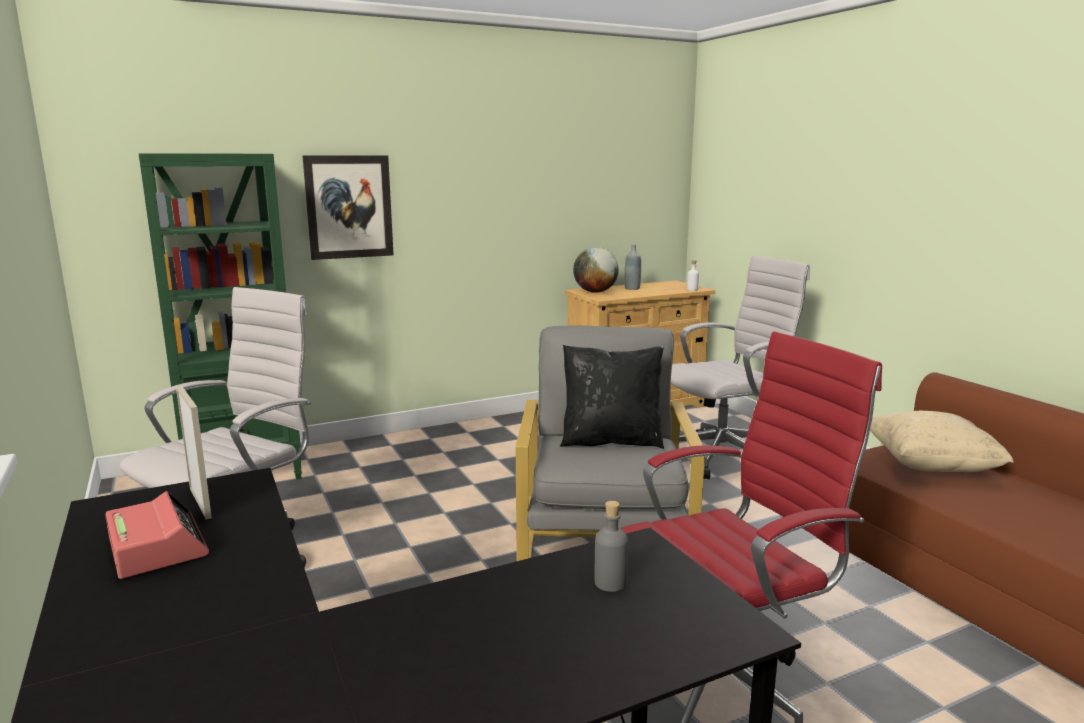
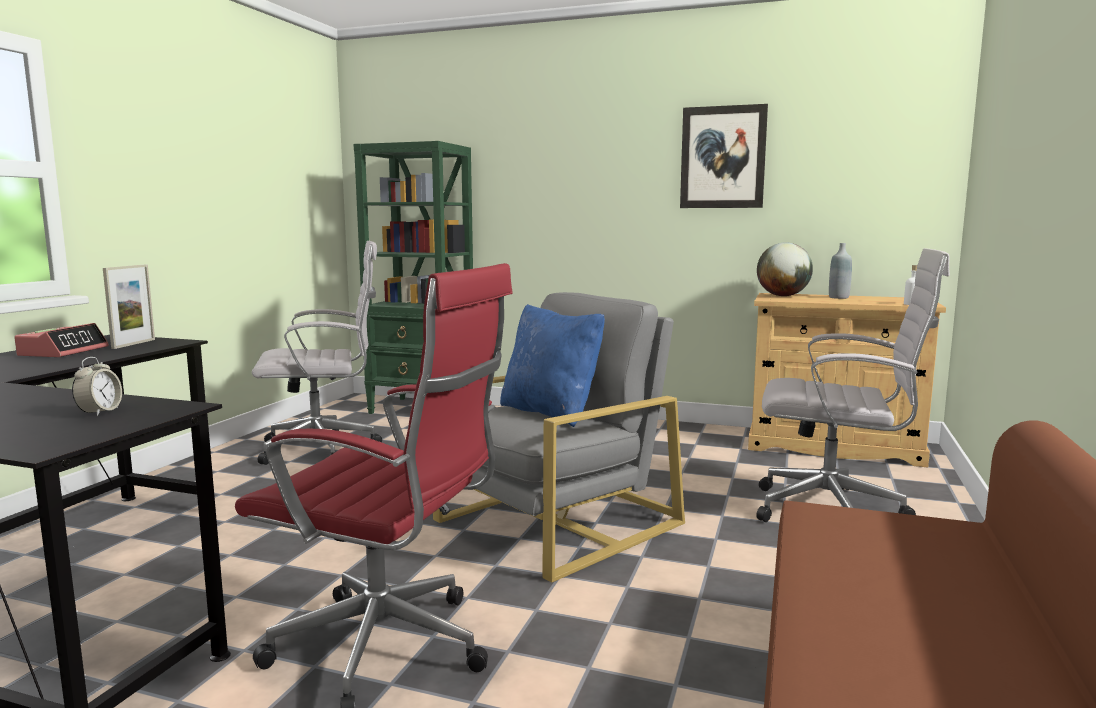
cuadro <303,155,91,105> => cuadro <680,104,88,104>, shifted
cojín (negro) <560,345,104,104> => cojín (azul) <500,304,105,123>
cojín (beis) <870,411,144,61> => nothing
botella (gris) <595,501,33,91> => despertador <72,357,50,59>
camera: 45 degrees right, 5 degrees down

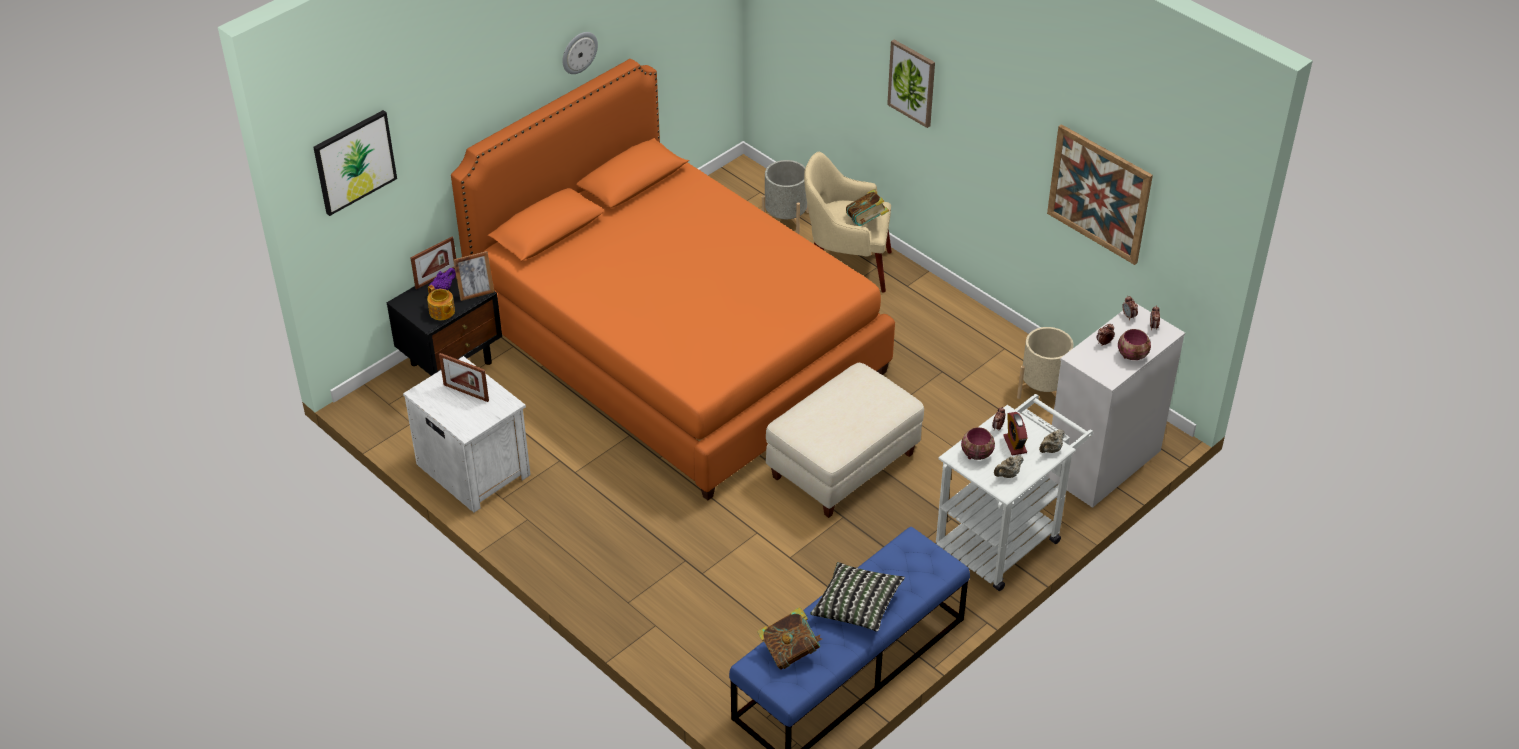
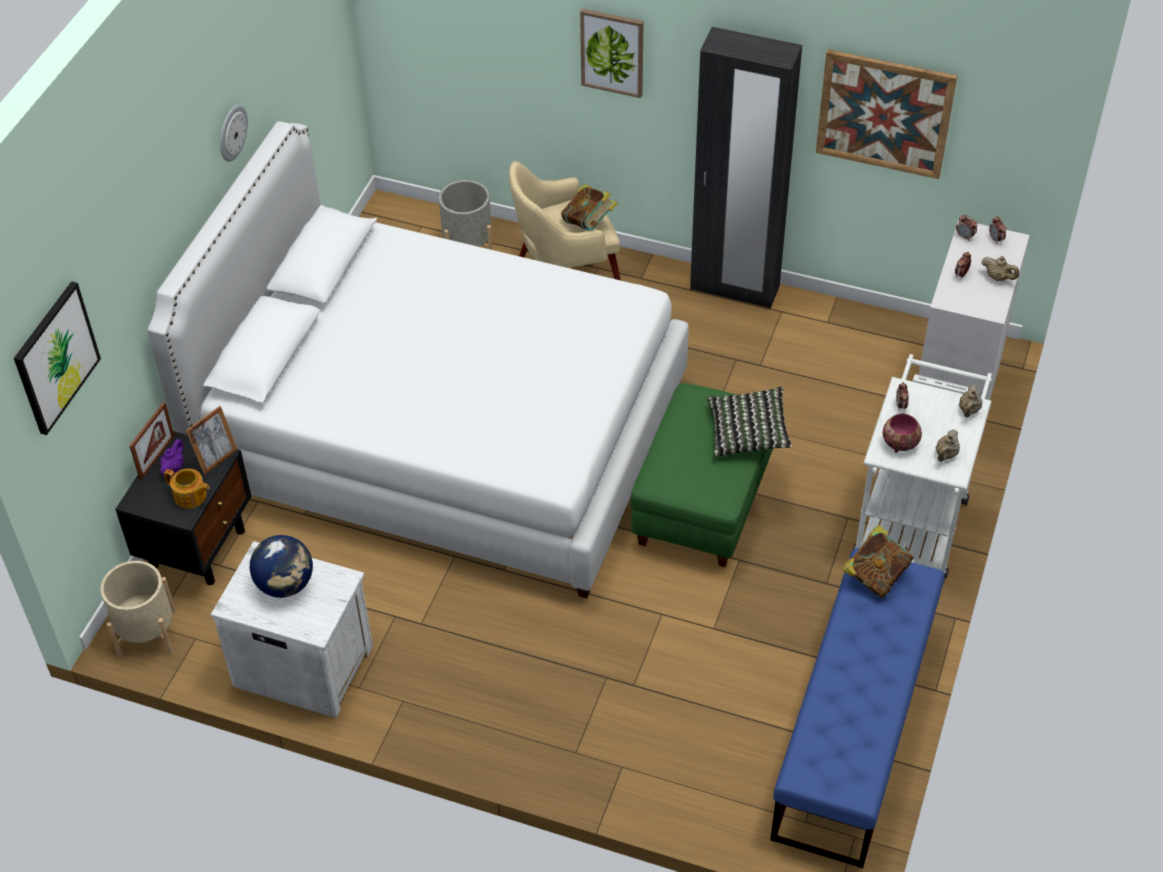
cama (naranja) <451,59,444,441> => cama (blanco) <147,121,542,477>
maceta (beis) <1017,327,56,72> => maceta (beis) <100,561,76,96>, shifted
cuenco <1118,329,33,31> => tetera (beis) <981,256,38,25>
portarretratos <439,353,50,49> => globo terráqueo <250,535,63,63>
puf (beis) <766,363,158,155> => puf (verde) <630,383,143,184>
despertador <1003,412,25,43> => nothing
cojín <810,562,95,70> => cojín <707,387,85,70>, shifted
libro <757,607,65,63> => libro <842,525,72,72>, shifted
nothing => armario ropero (negro) <690,27,112,282>
camera: 25 degrees left, 5 degrees up

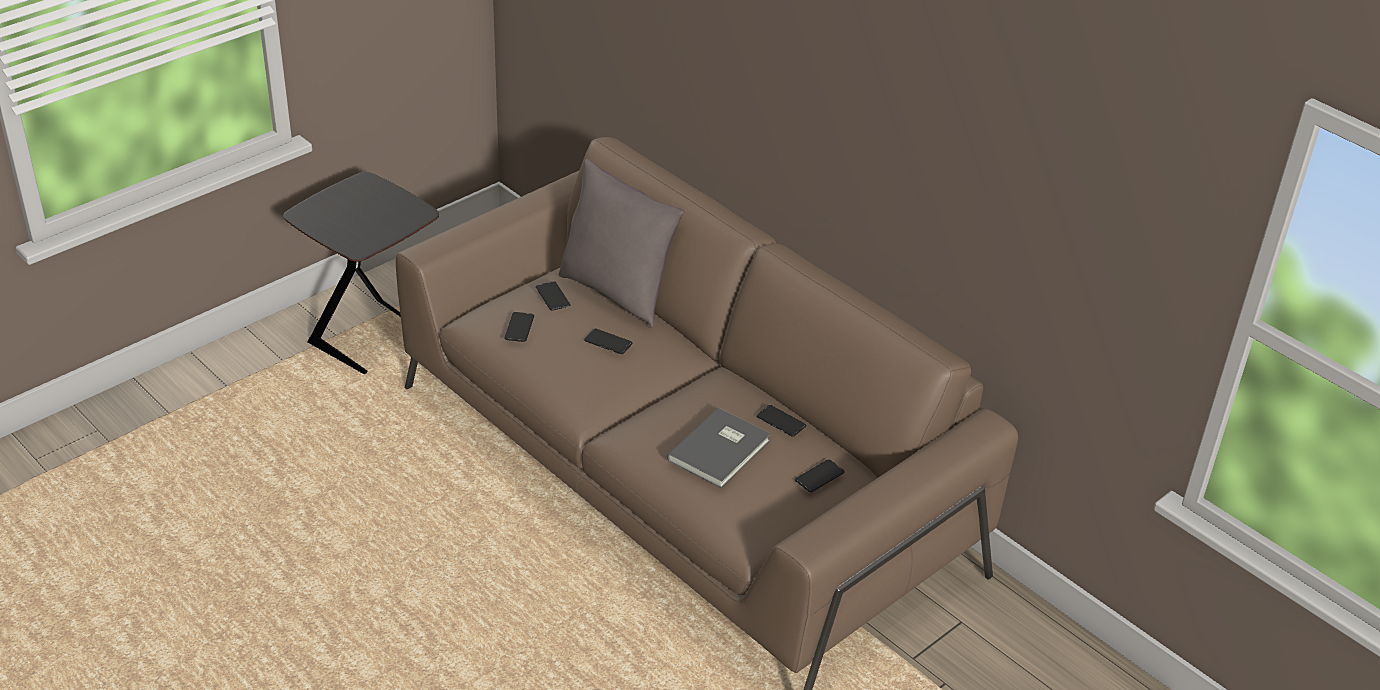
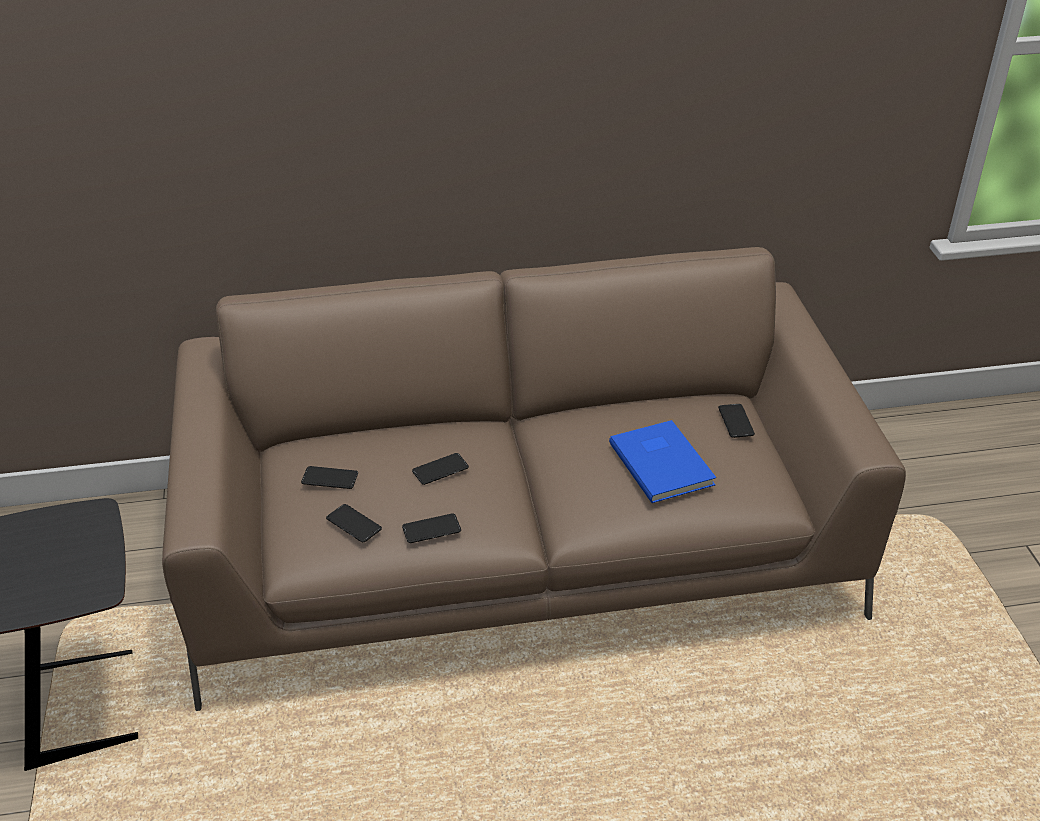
cojín (gris) <558,159,126,169> => nothing
móvil <757,405,49,32> => móvil <402,513,59,30>, shifted
libro (gris) <667,408,104,80> => libro (azul) <609,420,107,83>
camera: 55 degrees left, 0 degrees up

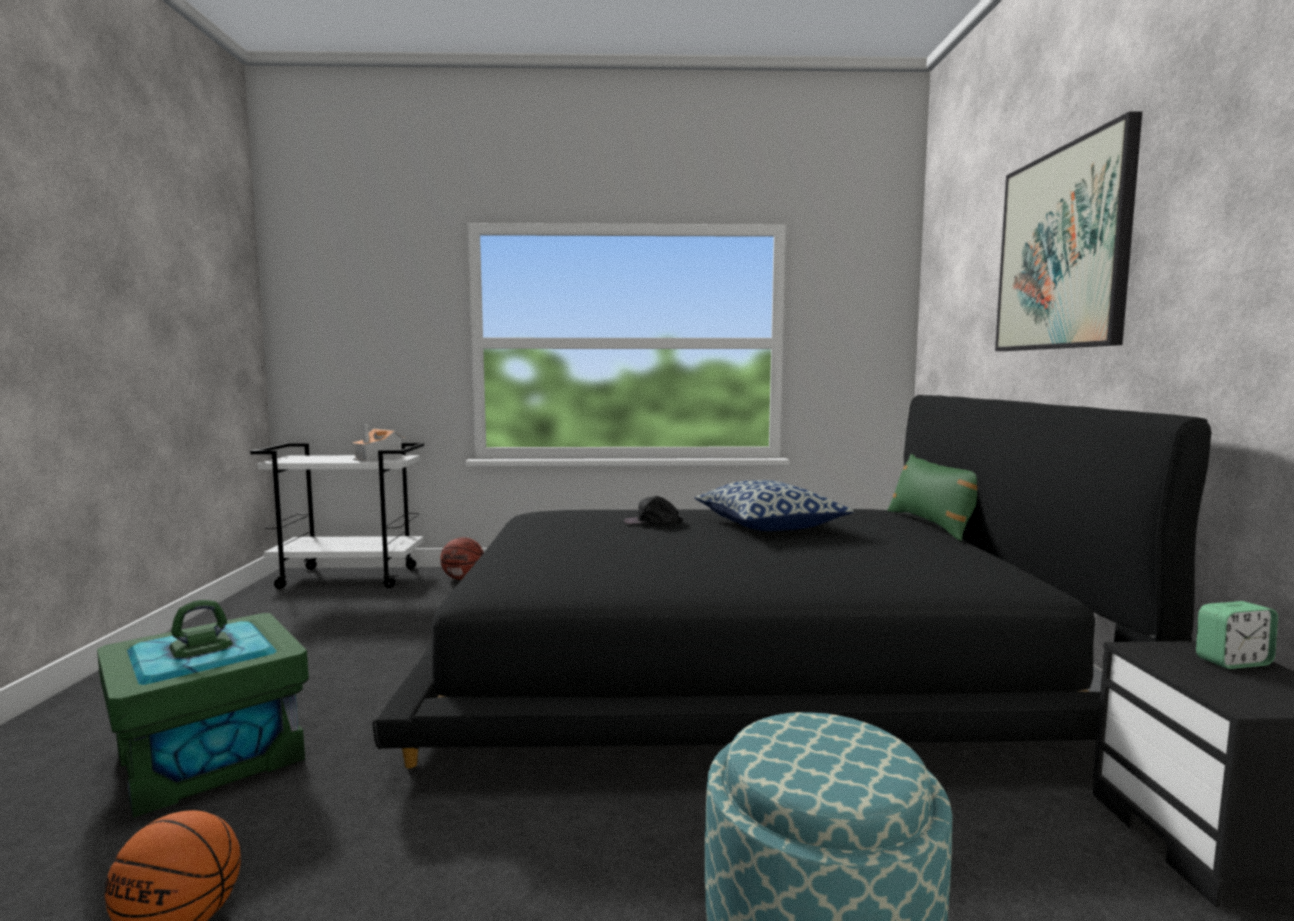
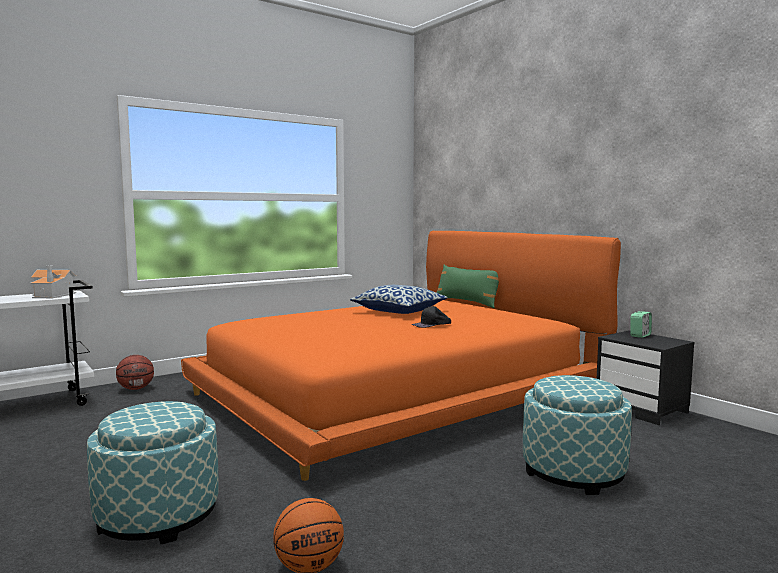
cuadro <995,111,147,240> => nothing
cama (negro) <372,395,839,373> => cama (naranja) <181,231,440,250>
gorra (negro) <624,496,59,28> => gorra (negro) <411,306,40,22>, shifted
caja de almacenaje (verde) <97,600,212,218> => puf <87,401,131,143>
camera: 35 degrees left, 0 degrees up

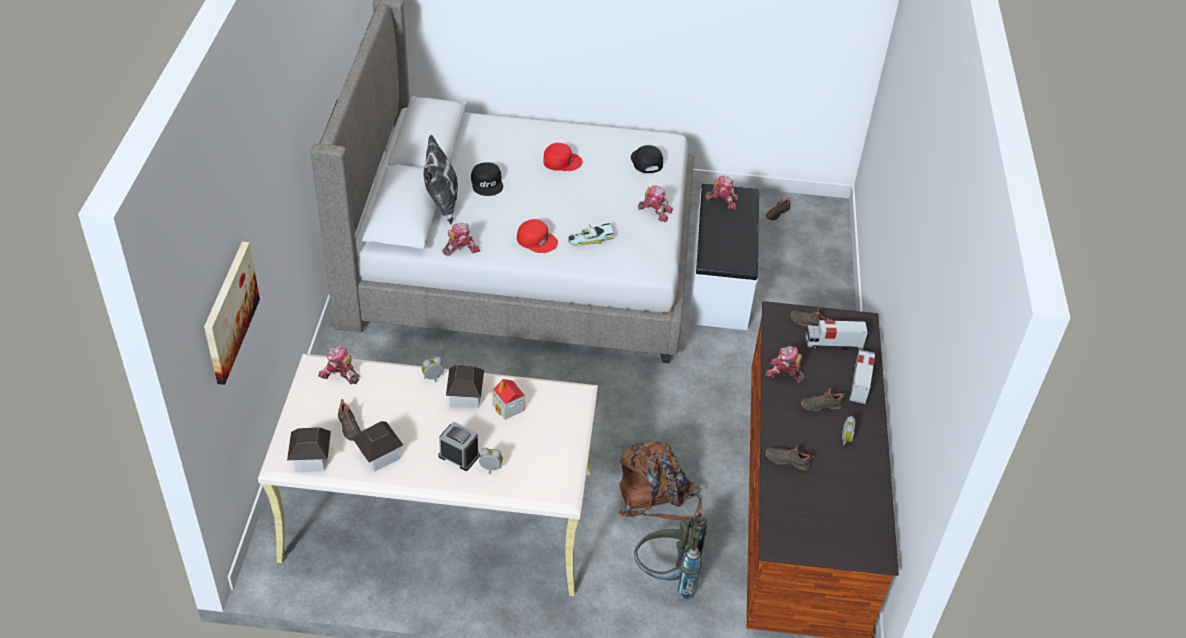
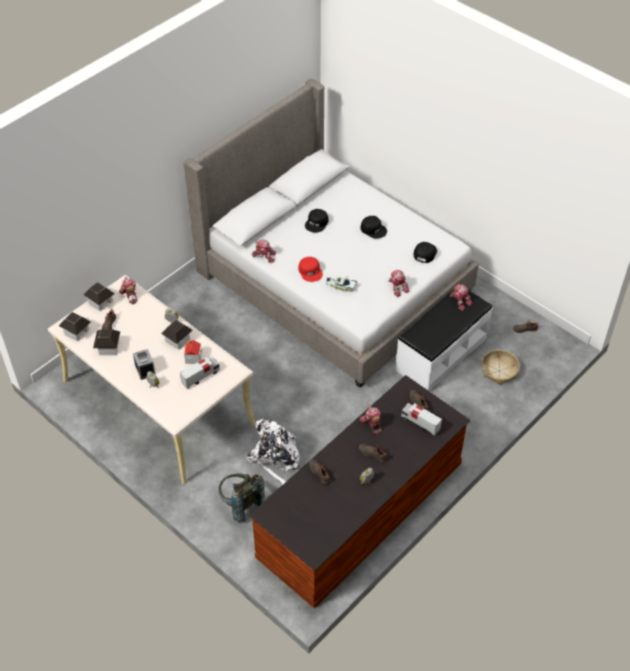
cojín <423,134,35,91> => nothing
gorra (rojo) <543,143,39,28> => gorra (negro) <361,216,26,22>
cuadro <204,241,56,144> => nothing
camión de juguete <850,349,25,55> => camión de juguete <180,357,40,32>, shifted
mochila (marrón) <619,442,82,79> => mochila (blanco) <247,419,53,67>
nothing => casita <83,282,32,29>
nothing => cesta <481,350,39,35>
camera: 40 degrees right, 5 degrees up

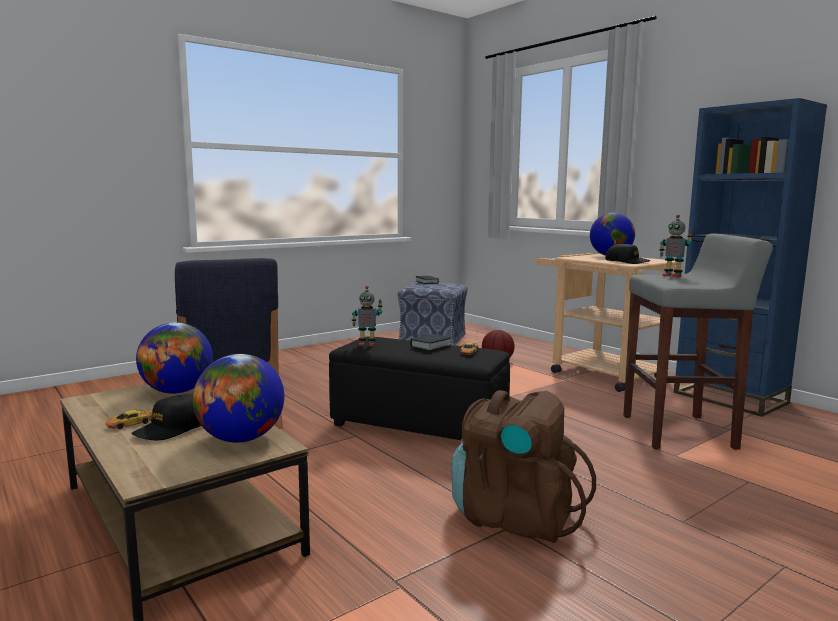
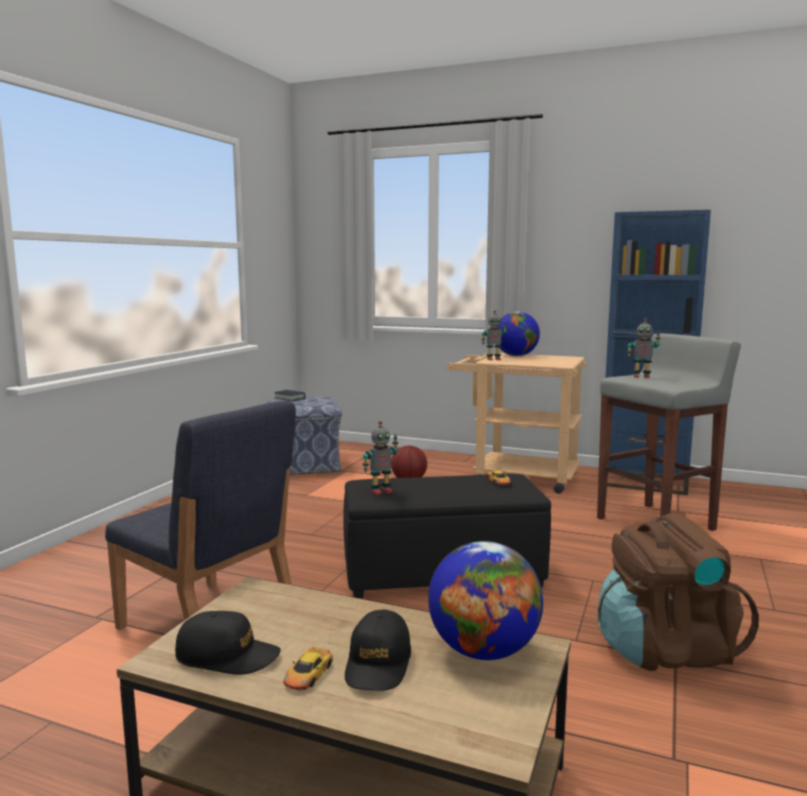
gorra (negro) <605,243,45,21> => gorra (negro) <175,611,106,64>, shifted
globo terráqueo <136,322,77,72> => nothing
libro <410,334,42,17> => nothing
nothing => robot de juguete <482,310,25,50>
camera: 30 degrees left, 0 degrees up

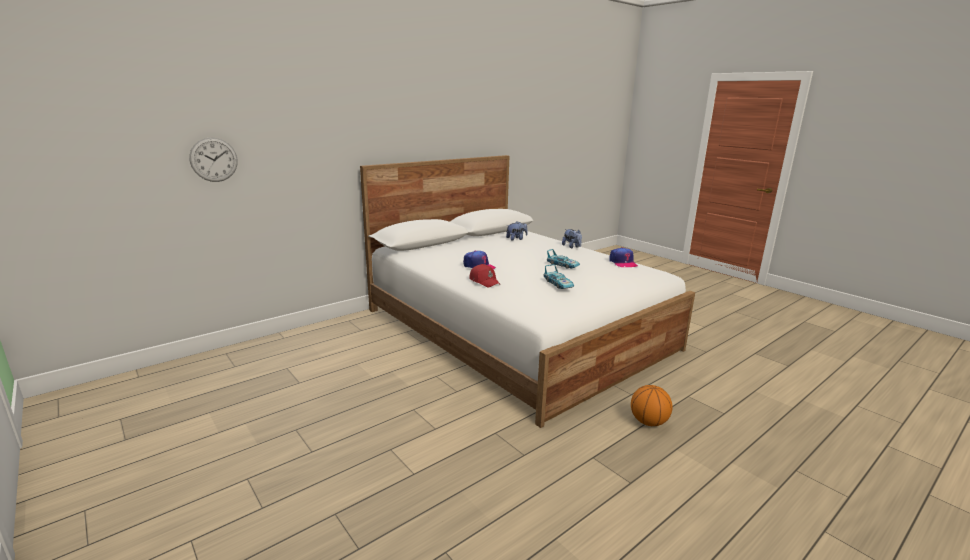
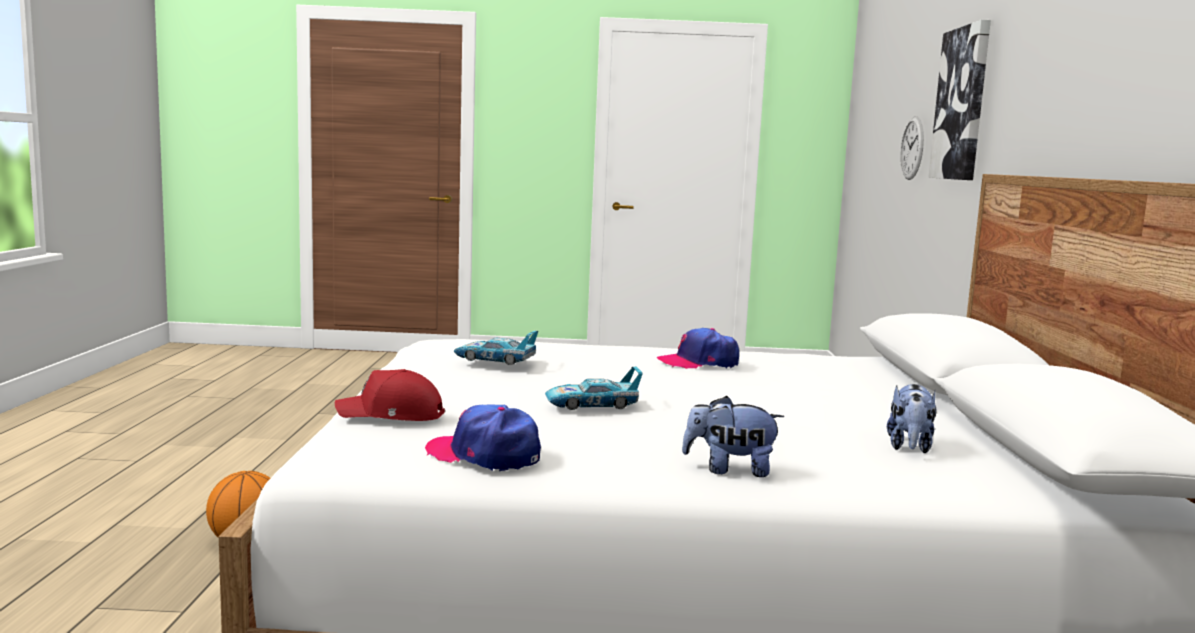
gorra (rojo) <469,264,31,23> => gorra (rojo) <335,369,110,52>, shifted
nothing => cuadro <928,20,63,160>
camera: 130 degrees right, 10 degrees down

